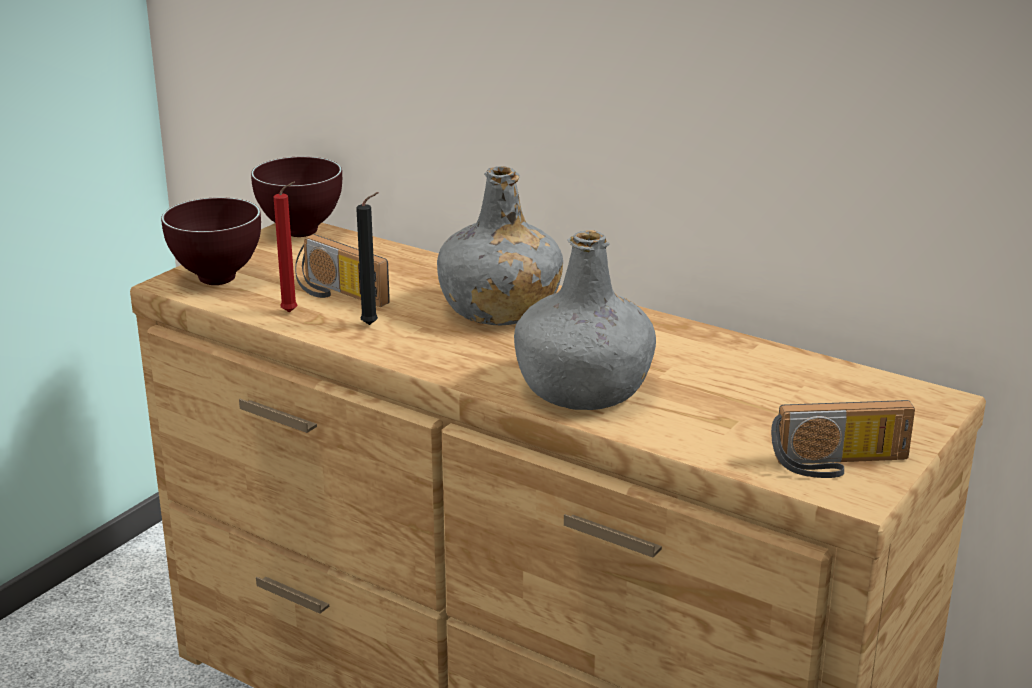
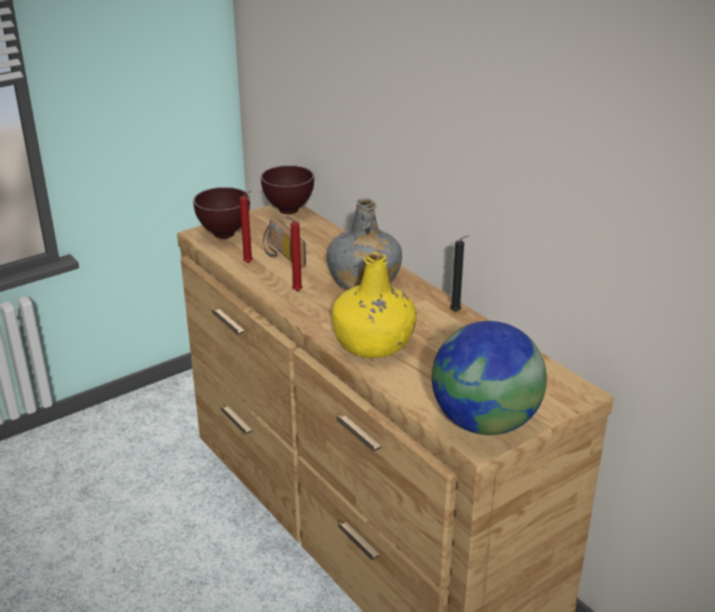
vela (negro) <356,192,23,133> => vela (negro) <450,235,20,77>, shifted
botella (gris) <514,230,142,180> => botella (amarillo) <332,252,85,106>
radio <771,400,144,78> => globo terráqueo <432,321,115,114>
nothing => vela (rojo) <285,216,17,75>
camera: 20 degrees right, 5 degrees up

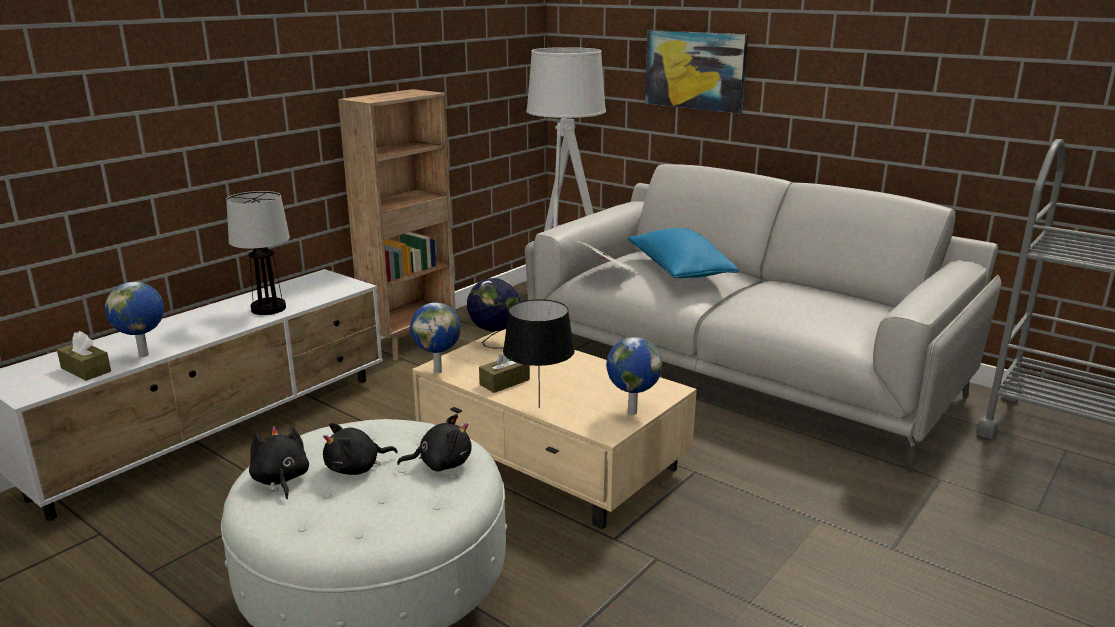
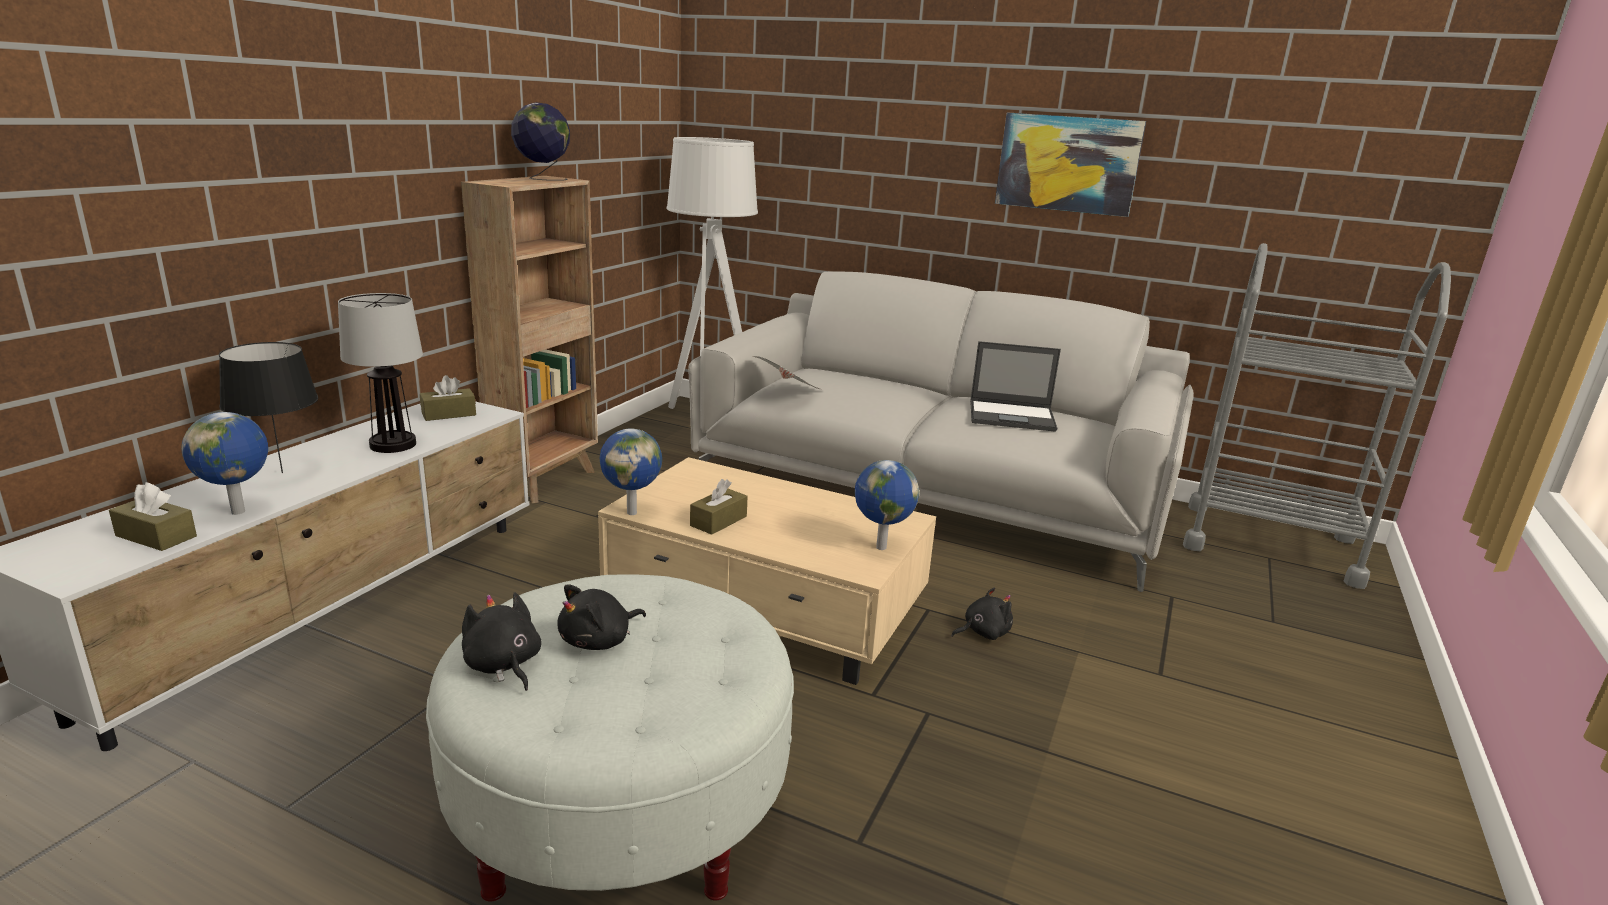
cuadro <645,30,103,84> => cuadro <995,112,151,105>, shifted
cojín (azul) <628,228,111,50> => nothing
globo terráqueo <467,278,53,71> => globo terráqueo <511,102,59,79>, shifted
lámpara de mesa (negro) <503,299,72,109> => lámpara de mesa (negro) <219,342,99,131>, shifted
peluche (negro) <397,414,74,58> => peluche (negro) <951,588,62,52>, shifted
nothing => portátil <970,341,91,91>
nothing => caja de pañuelos (marrón) <420,375,56,46>
camera: 15 degrees left, 0 degrees up

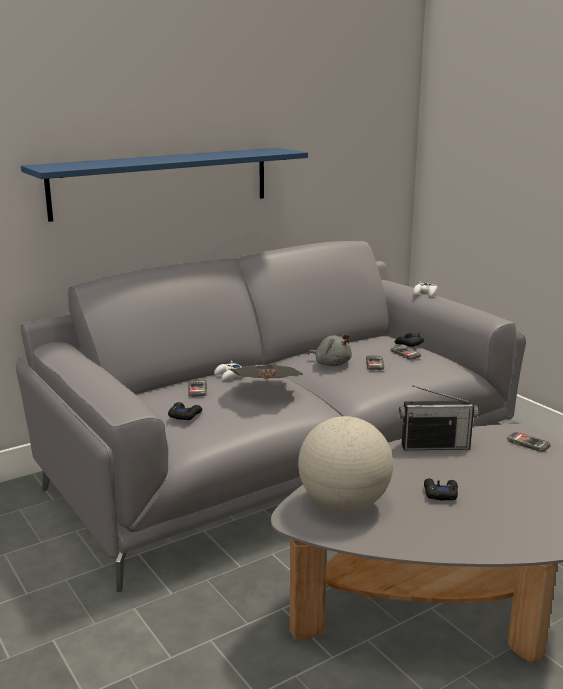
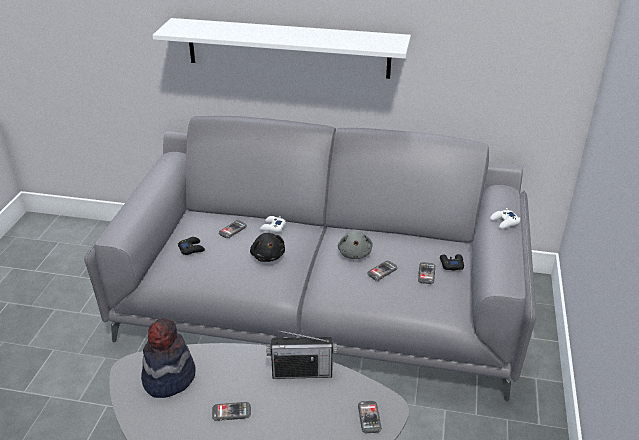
estante (azul) <21,148,287,74> => estante (blanco) <152,18,259,61>
periódico <229,365,74,15> => peluche (negro) <250,233,35,29>
radio <399,385,79,65> => radio <267,330,70,49>, 45 degrees counterclockwise
globo terráqueo <298,416,95,96> => sombrero <141,318,55,80>
mando de consola (negro) <424,478,34,23> => móvil <212,402,39,19>
camera: 45 degrees right, 15 degrees up

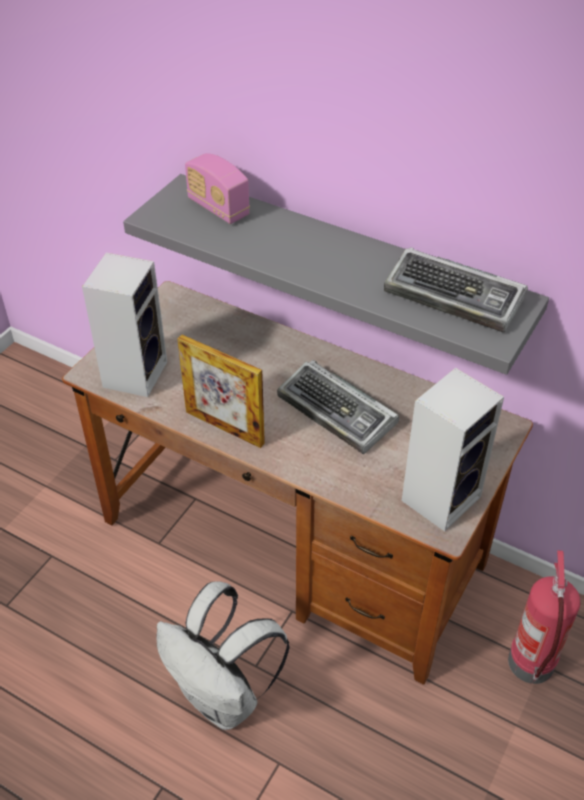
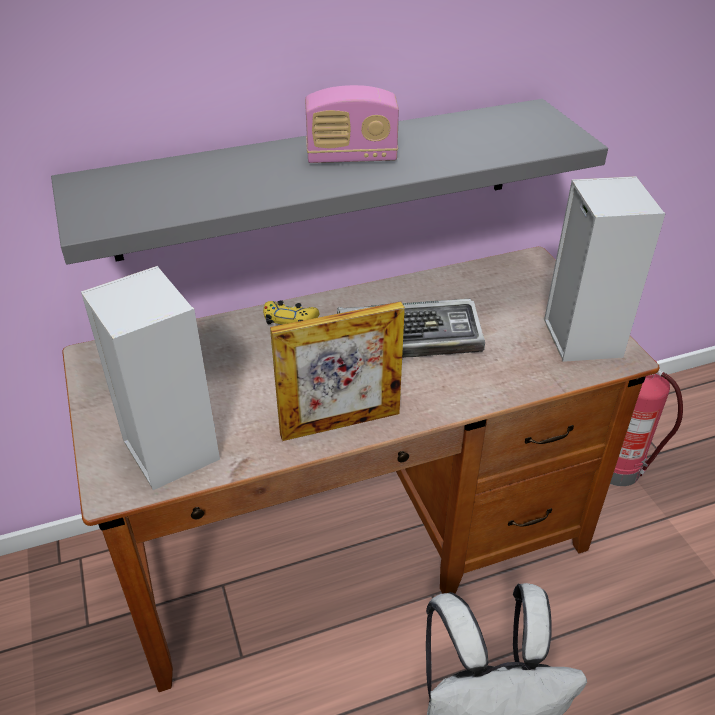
radio <185,153,65,71> => radio <305,85,94,78>, shifted
teclado <384,247,144,86> => nothing
nothing => mando de consola (amarillo) <263,300,56,25>
camera: 50 degrees left, 5 degrees down

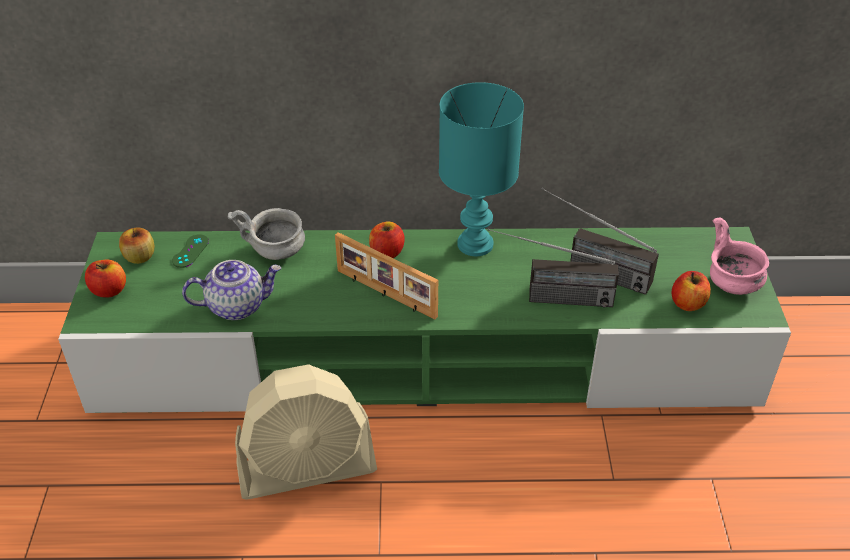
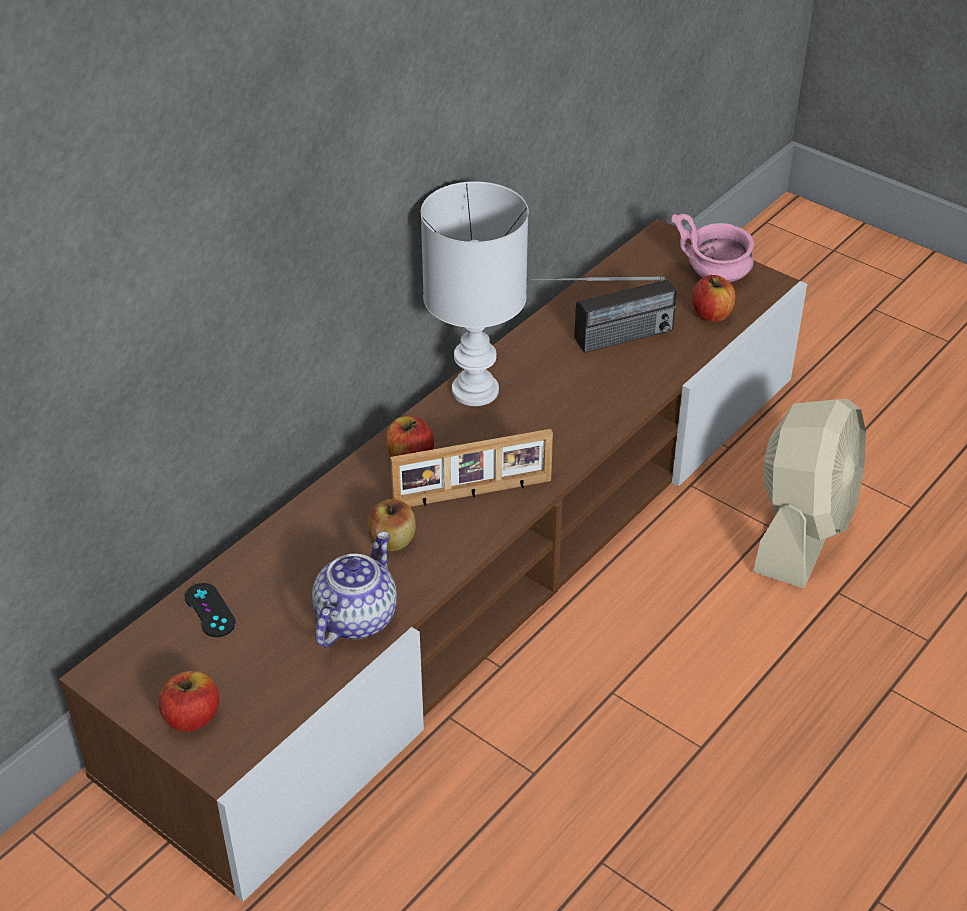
lámpara de mesa (turquesa) <439,82,85,174> => lámpara de mesa (blanco) <421,181,107,225>
cuenco (gris) <228,208,77,52> => nothing
mueble de televisión (verde) <58,227,733,186> => mueble de televisión (marrón) <59,219,748,683>
manzana <119,228,35,36> => manzana <368,499,48,52>, shifted
radio <488,229,131,78> => nothing
mando de consola (verde) <172,234,37,34> => mando de consola (negro) <185,583,51,54>
ventilador (beis) <235,364,142,135> => ventilador (beis) <753,399,113,189>, shifted
camera: 50 degrees left, 0 degrees up

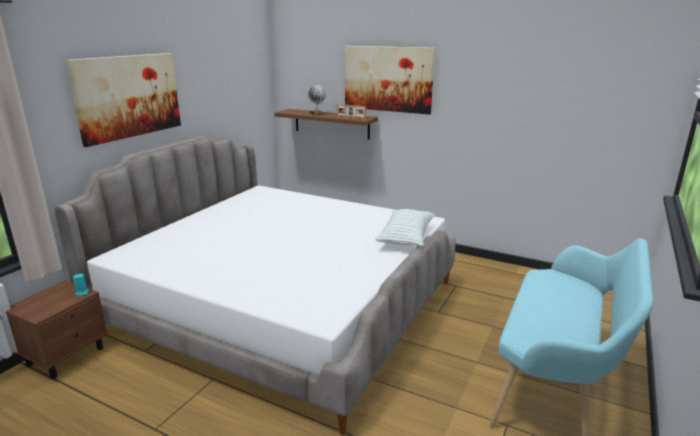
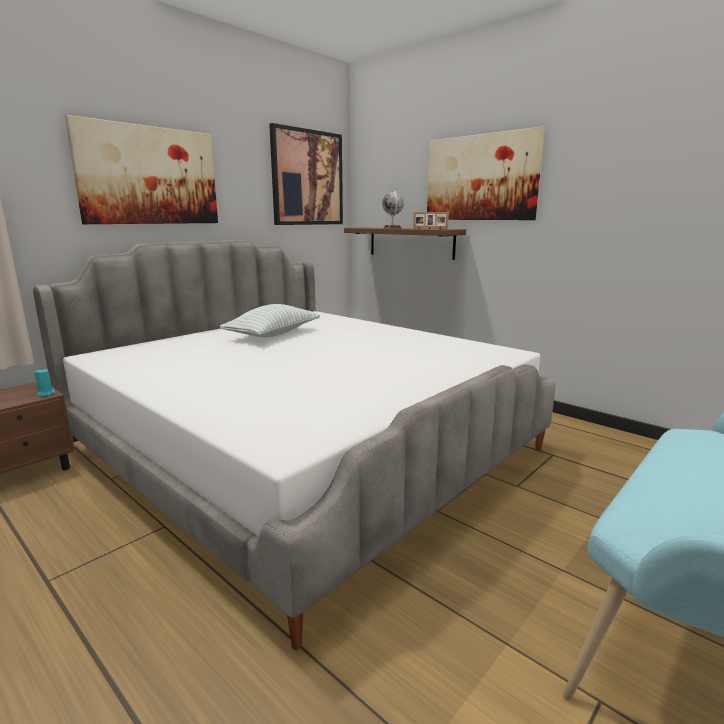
cojín <375,209,60,38> => cojín <220,304,100,33>, shifted
nothing => cuadro <269,123,74,102>
camera: 15 degrees right, 5 degrees down

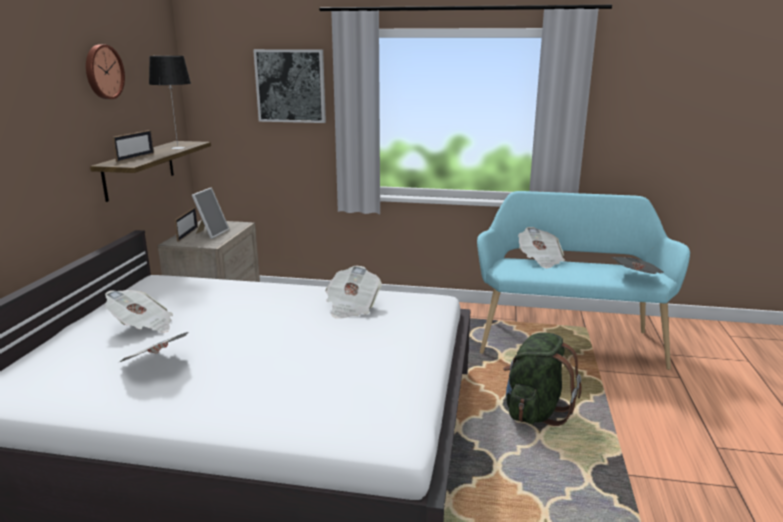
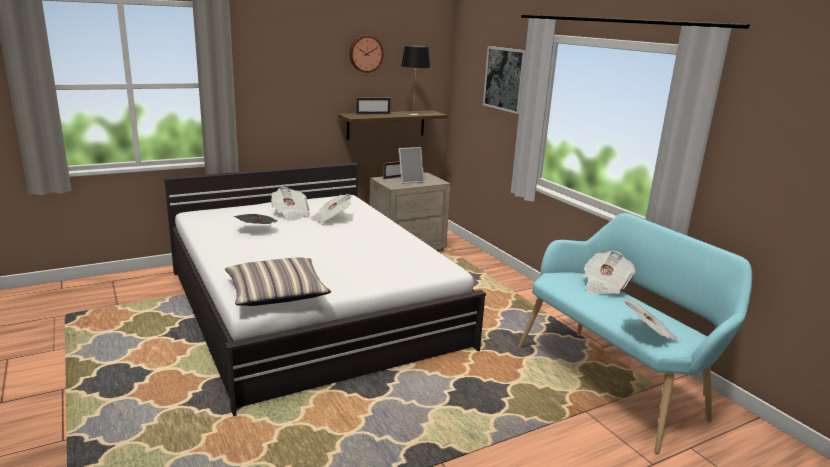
periódico <326,266,56,53> => periódico <310,194,42,29>, shifted
mochila (verde) <503,333,79,93> => nothing
nothing => cojín <225,257,106,49>
camera: 50 degrees right, 0 degrees up

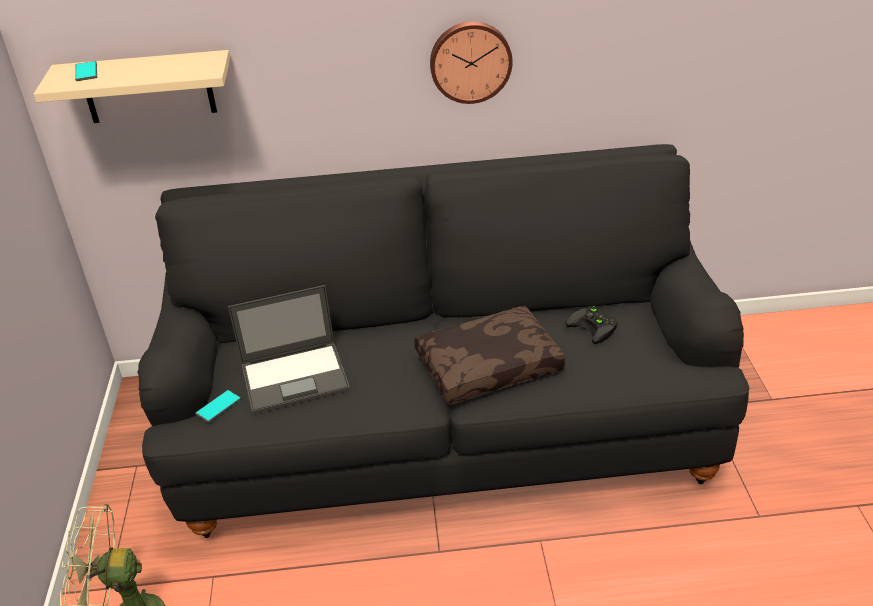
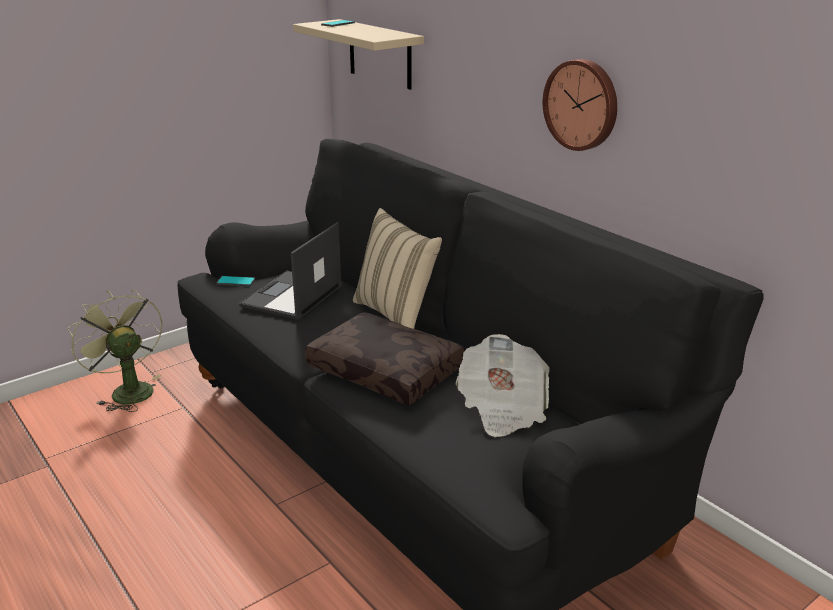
portátil <228,285,122,129> => portátil <239,222,103,98>, 75 degrees clockwise
mando de consola (negro) <566,306,52,38> => periódico <456,334,94,103>
nothing => cojín (beis) <353,208,89,121>
camera: 55 degrees right, 10 degrees down

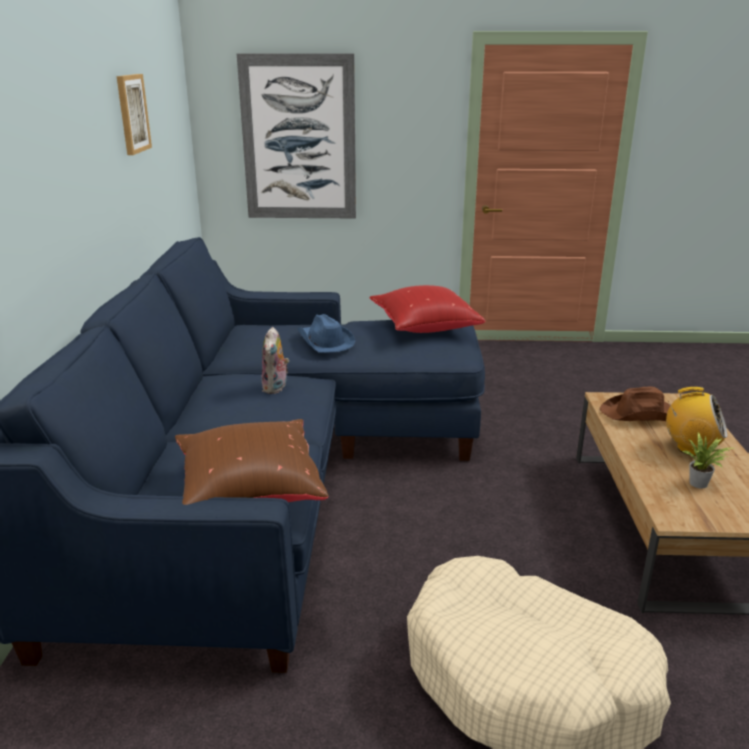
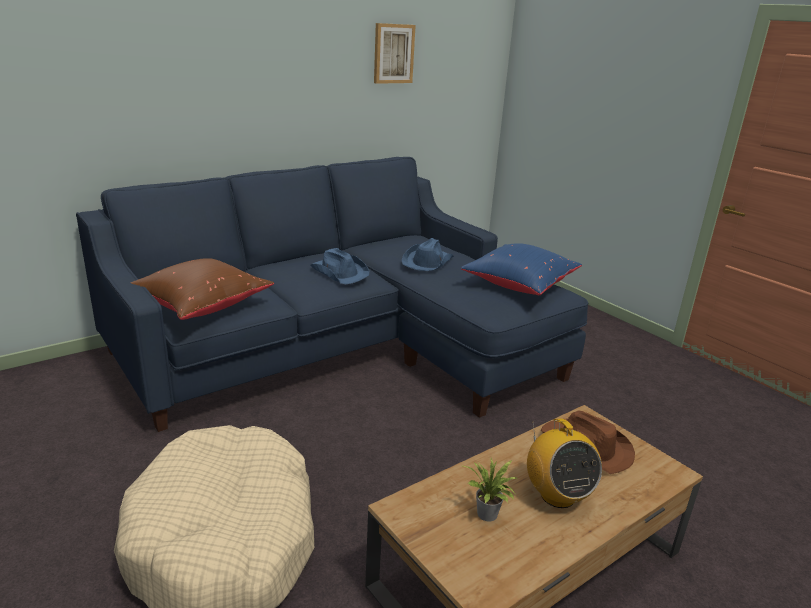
cuadro <237,54,119,164> => nothing
cojín (rojo) <369,285,116,48> => cojín (azul) <461,243,121,52>
peluche <262,327,27,67> => sombrero (azul) <311,248,59,36>
camera: 50 degrees right, 0 degrees up

